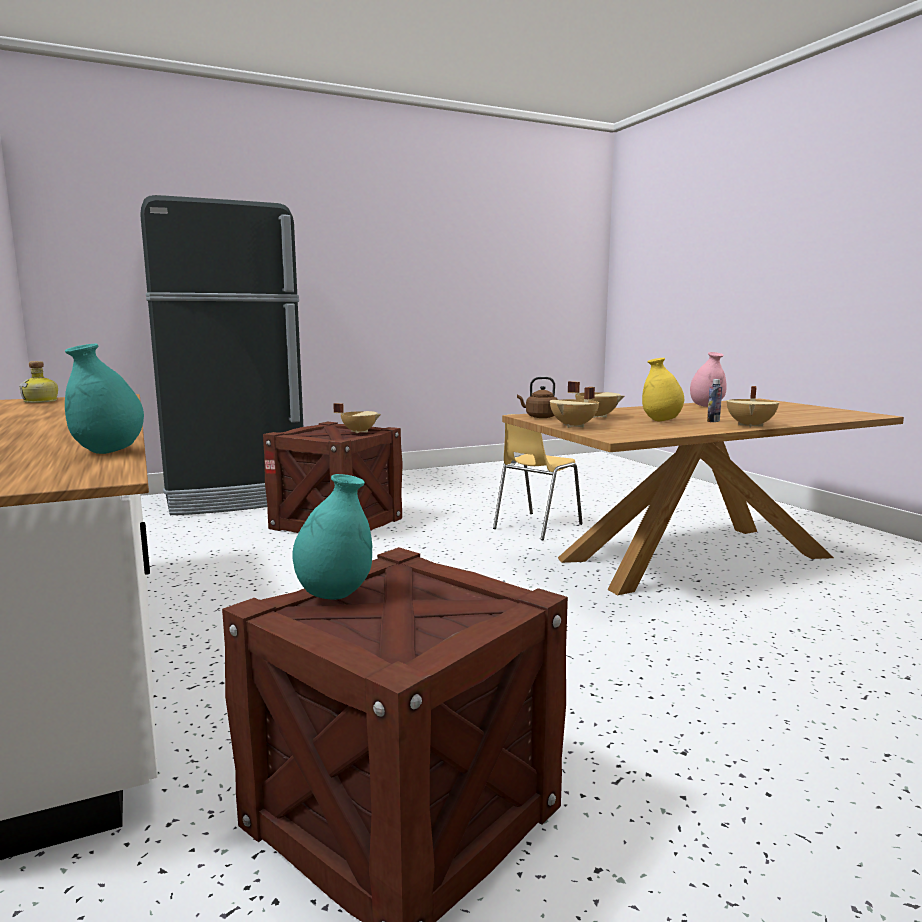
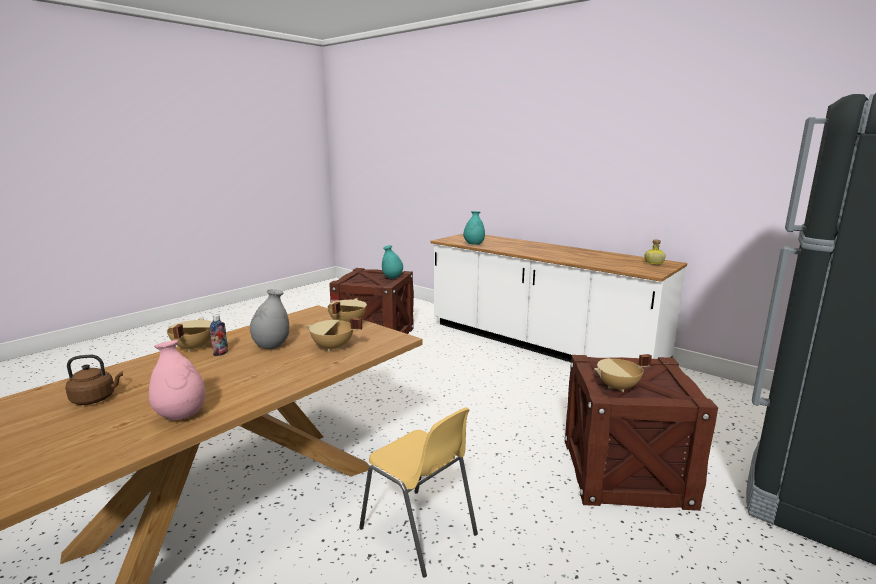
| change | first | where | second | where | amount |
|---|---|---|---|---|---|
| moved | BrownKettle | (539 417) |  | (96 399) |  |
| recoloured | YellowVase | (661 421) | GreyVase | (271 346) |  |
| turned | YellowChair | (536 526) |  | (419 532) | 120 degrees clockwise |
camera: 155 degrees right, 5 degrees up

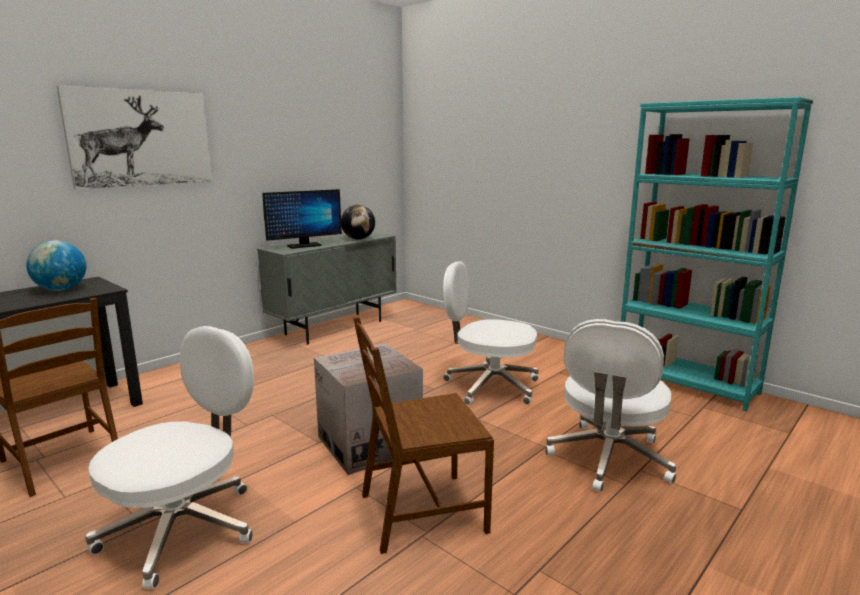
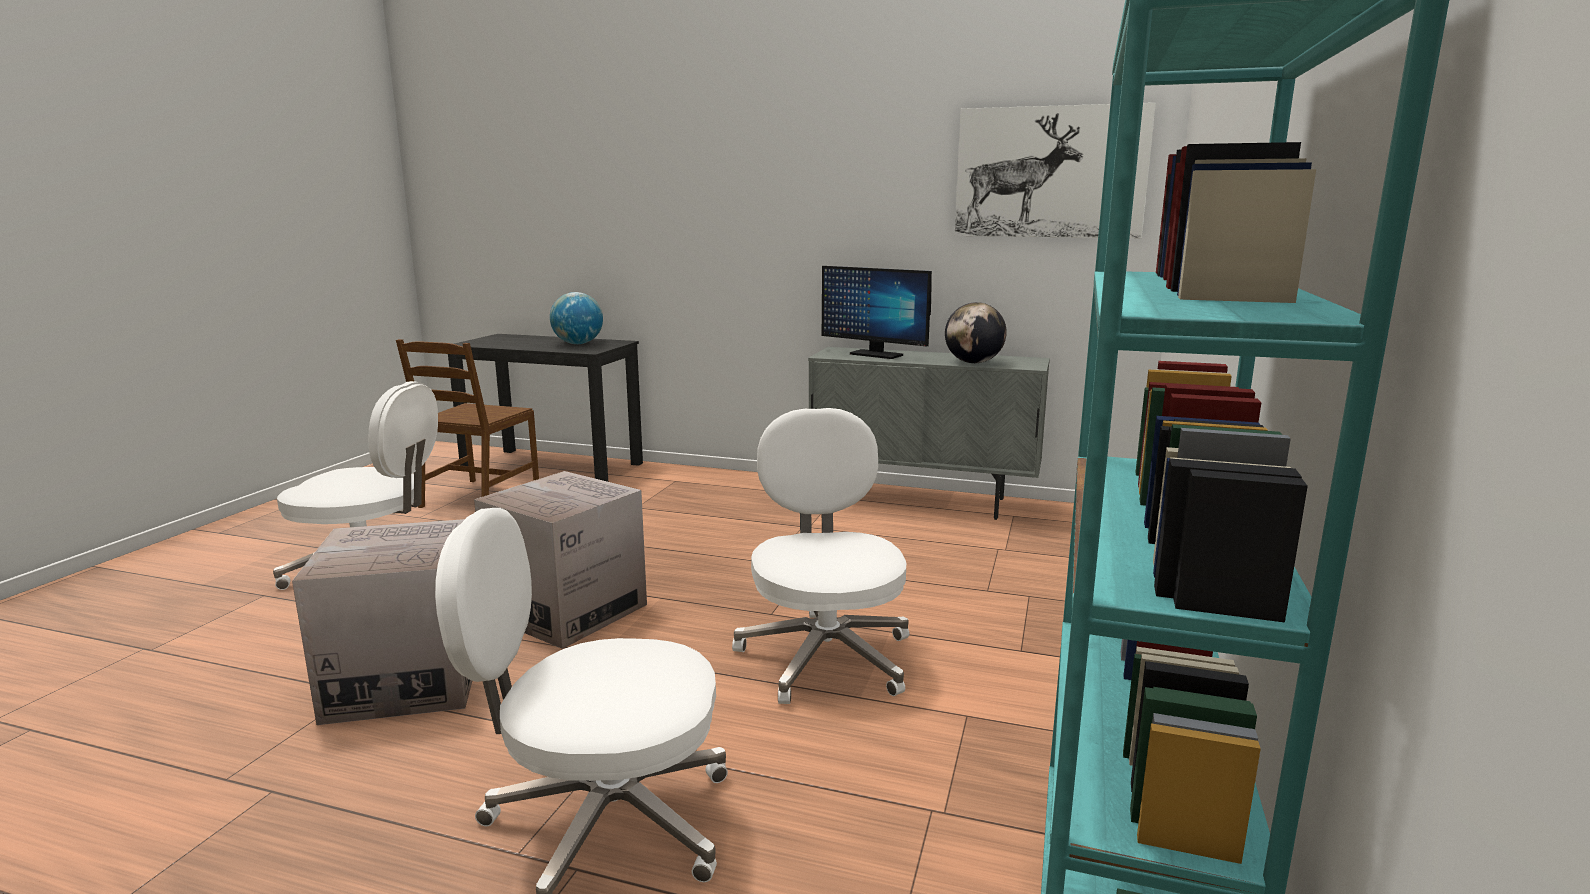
| change | first | where | second | where | amount |
|---|---|---|---|---|---|
| replaced | BrownChair | (421 512) | CardboardBox | (406 680) |  |
| moved | Picture | (141 138) |  | (1050 172) |  |
camera: 65 degrees right, 0 degrees up

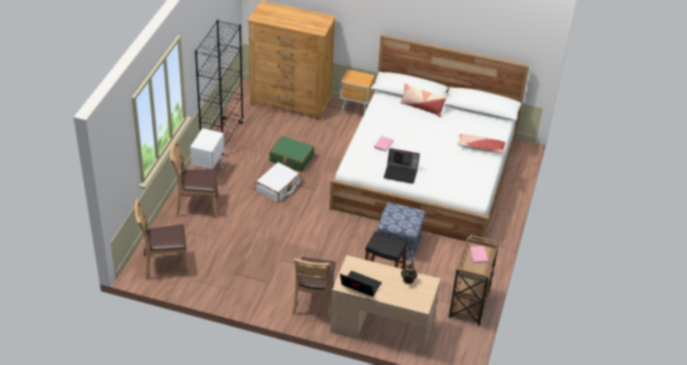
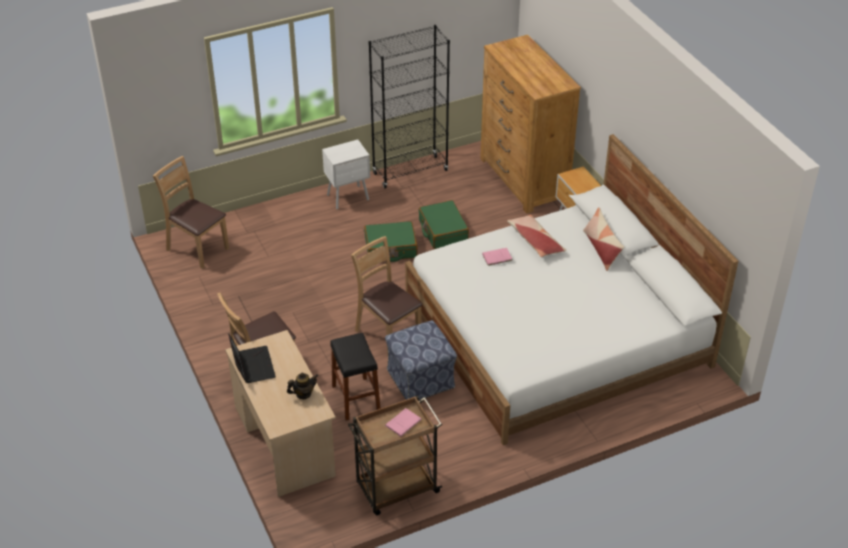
| change | first | where | second | where | amount |
|---|---|---|---|---|---|
| moved | BrownChair | (196 206) |  | (387 333) |  |
| recoloured | WhiteSuitcase | (278 187) | GreenSuitcase | (390 248) |  |
| moved | Pillow | (480 148) |  | (535 241) |  |
| removed | Laptop | (401 173) |  |  |  |
camera: 50 degrees right, 0 degrees up

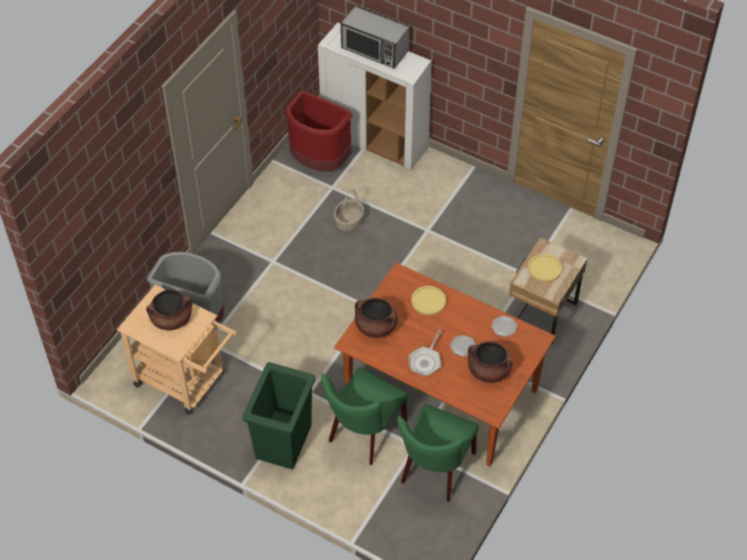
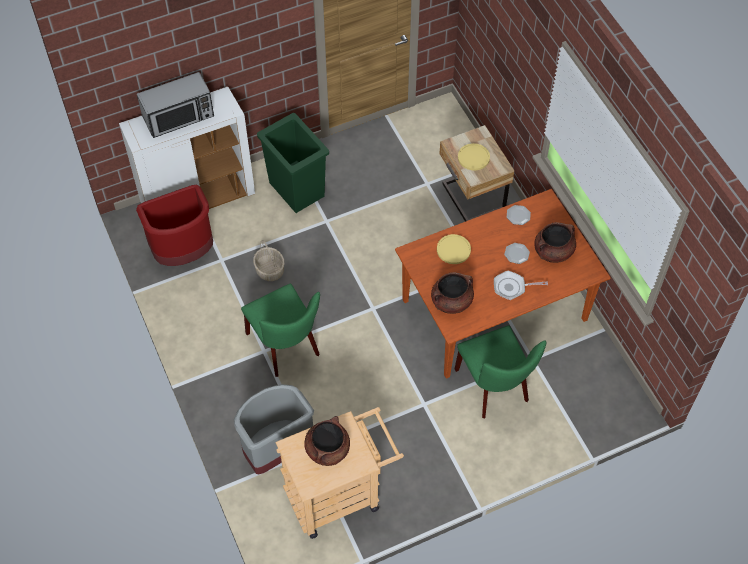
| change | first | where | second | where | amount |
|---|---|---|---|---|---|
| moved | GreenChair | (435 471) |  | (286 347) |  |
| moved | GreenTrashCan | (282 442) |  | (296 190) |  |
| turned | FryingPan | (425 361) |  | (512 287) | 120 degrees clockwise |
camera: 55 degrees left, 5 degrees up

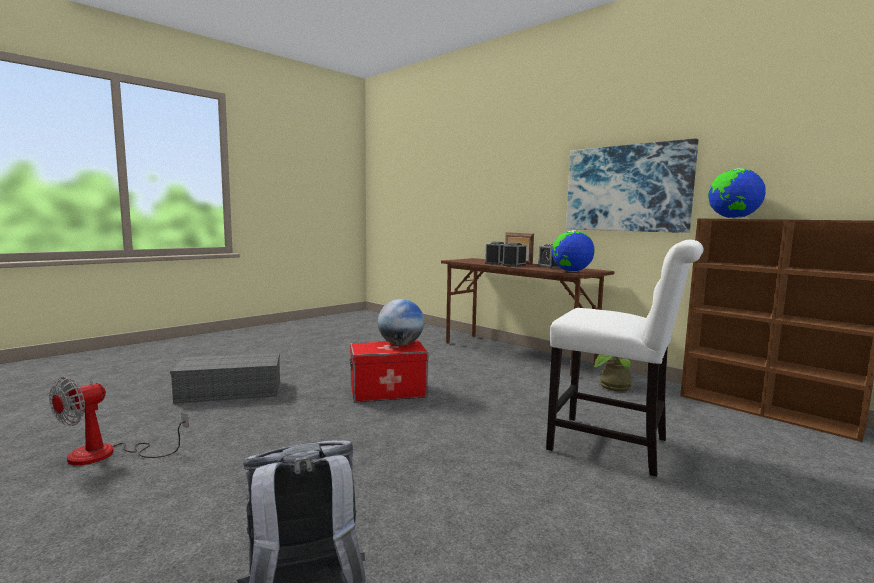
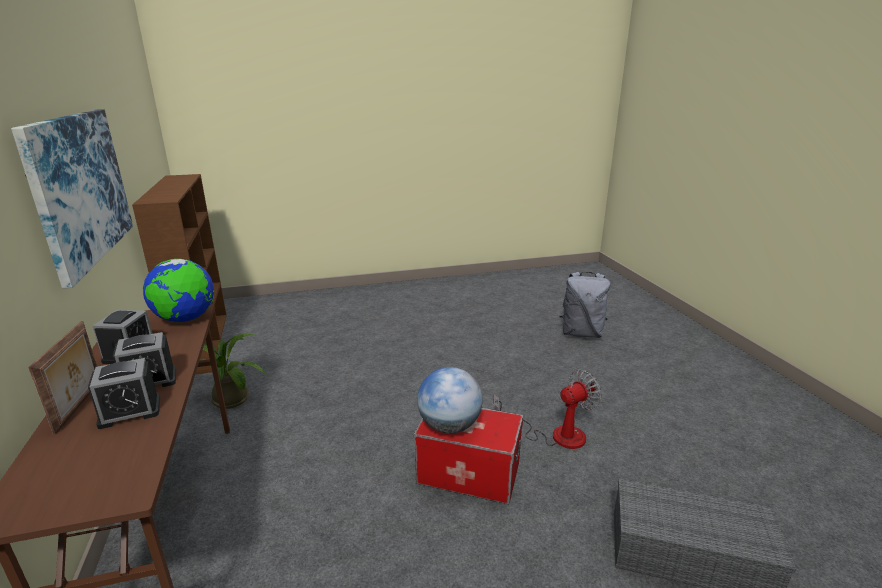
| change | first | where | second | where | amount |
|---|---|---|---|---|---|
| moved | Fan | (107 454) |  | (556 434) |  |
| removed | WhiteChair | (615 446) |  |  |  |
| removed | Globe | (733 218) |  |  |  |
camera: 150 degrees left, 15 degrees up

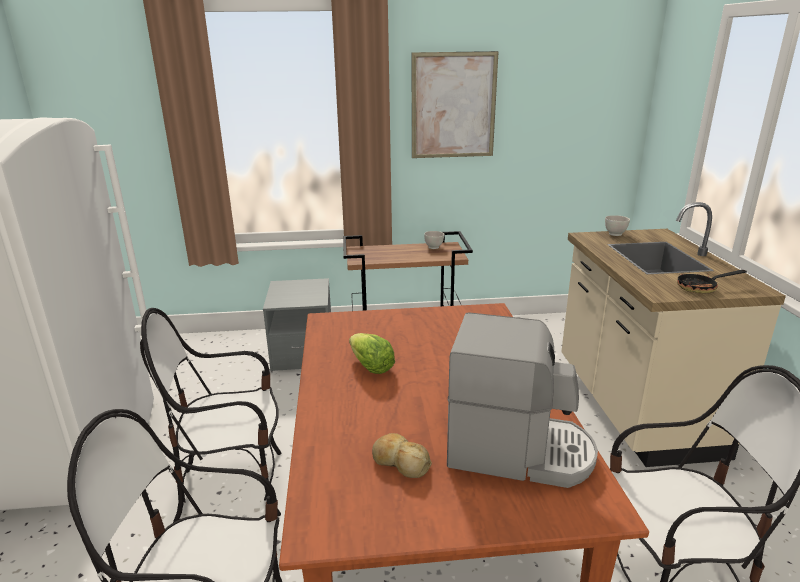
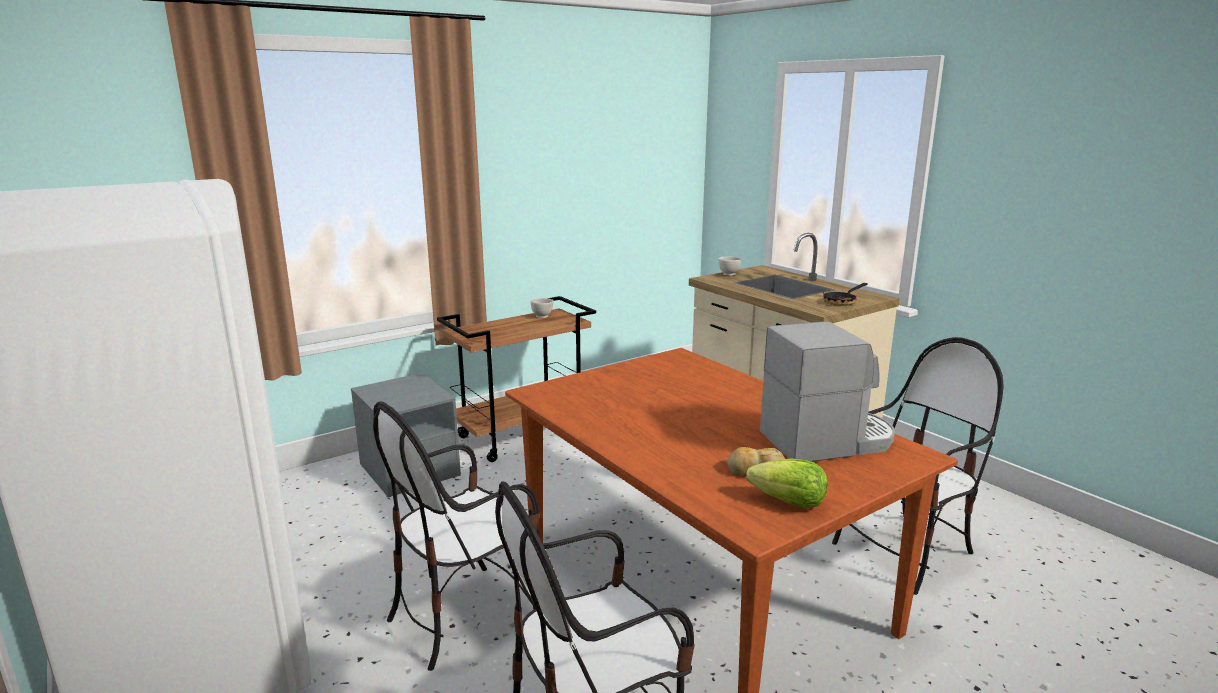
| change | first | where | second | where | amount |
|---|---|---|---|---|---|
| moved | Lettuce | (371 367) |  | (789 503) |  |
| removed | Picture | (453 106) |  |  |  |
camera: 30 degrees left, 5 degrees down

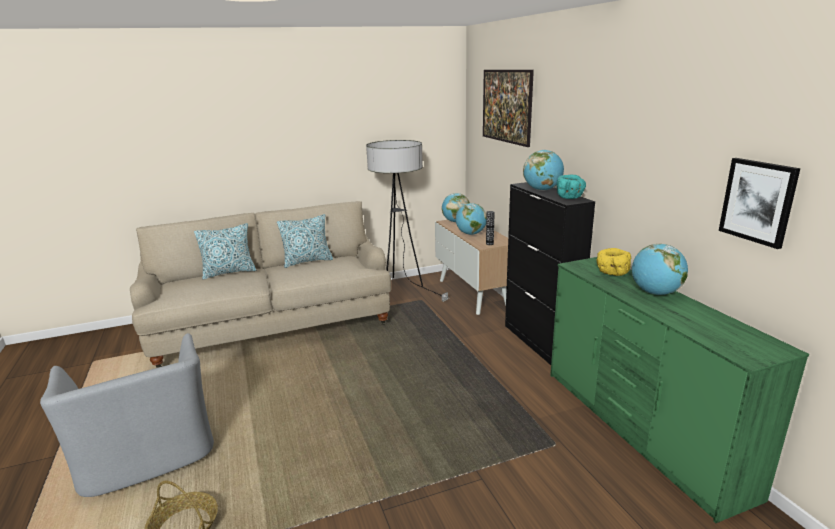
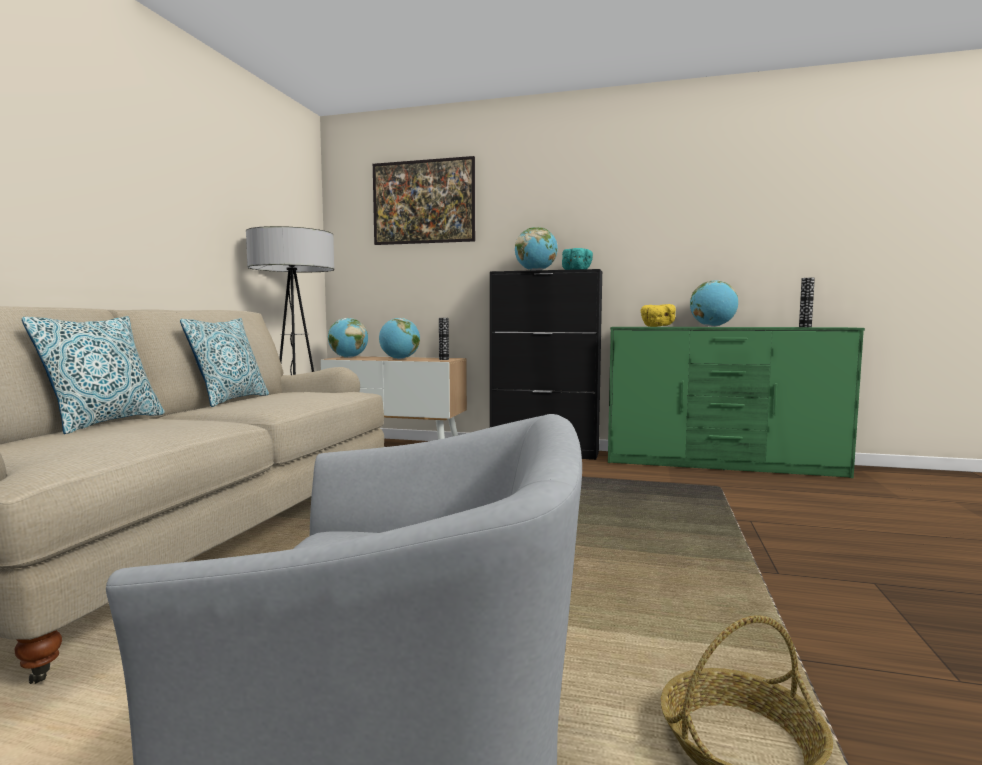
| change | first | where | second | where | amount |
|---|---|---|---|---|---|
| added |  |  | Vase | (805 327) |  |
| removed | Picture | (758 201) |  |  |  |
camera: 55 degrees left, 15 degrees down

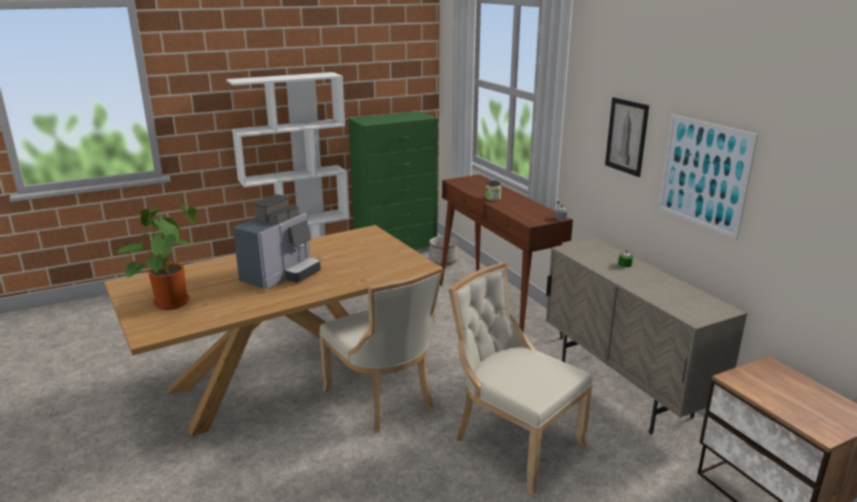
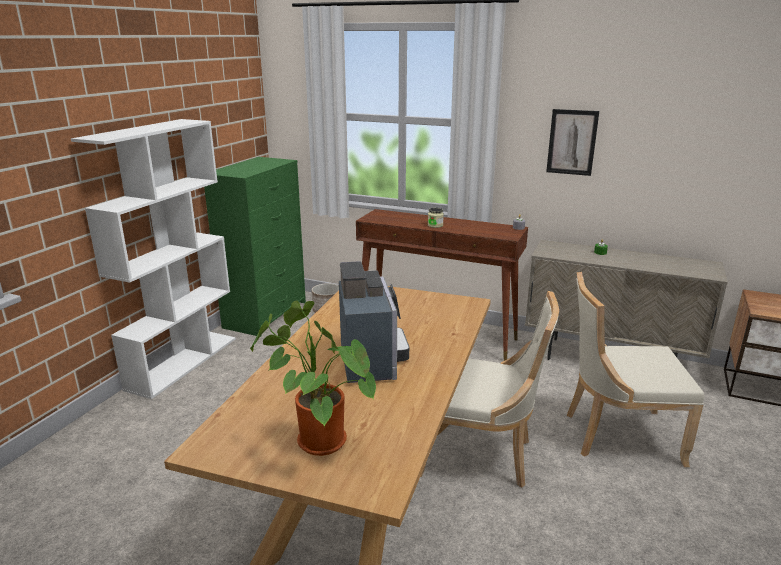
| change | first | where | second | where | amount |
|---|---|---|---|---|---|
| removed | Picture | (703 174) |  |  |  |
camera: 40 degrees left, 0 degrees up

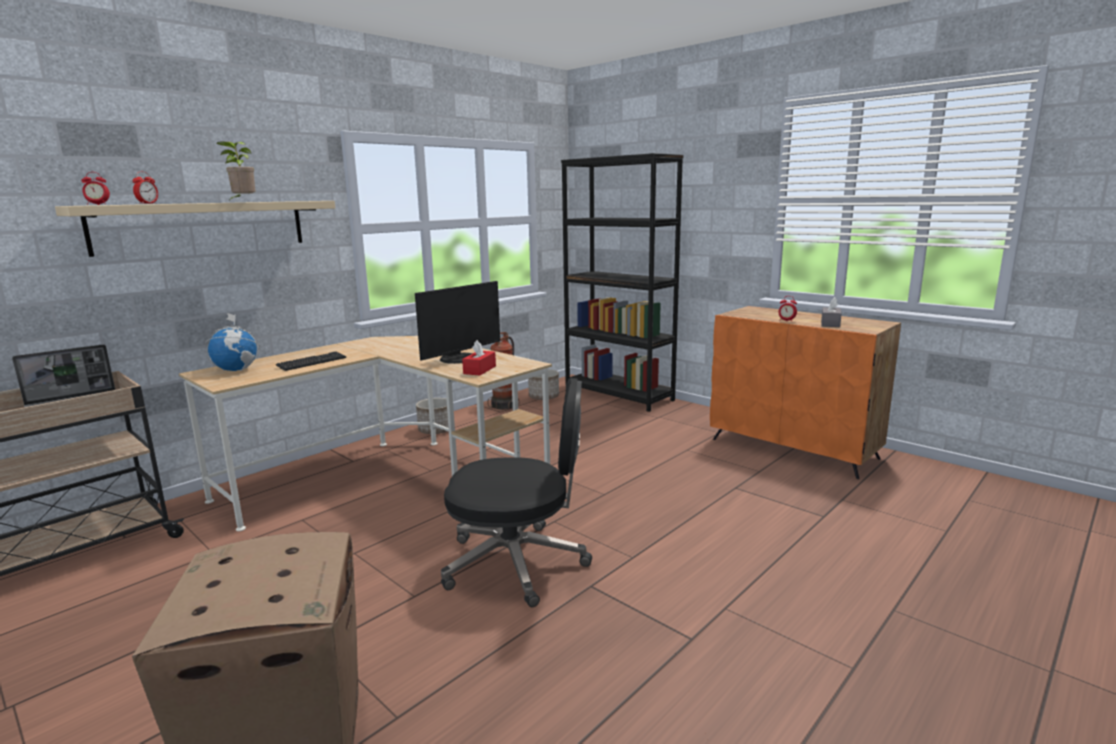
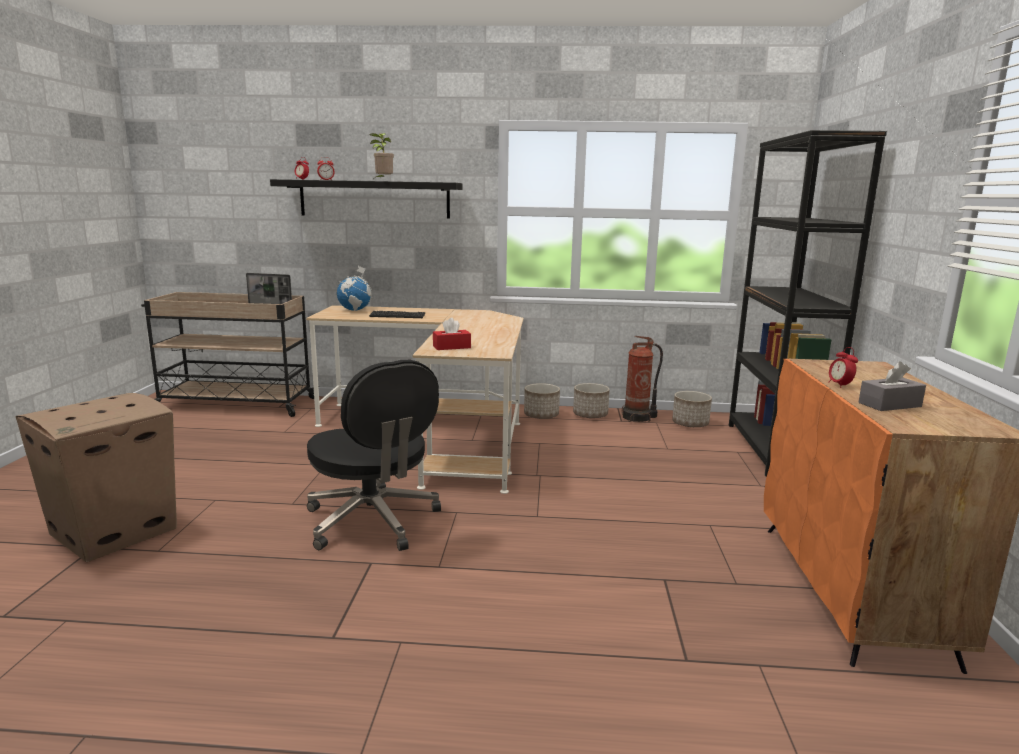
| change | first | where | second | where | amount |
|---|---|---|---|---|---|
| recoloured | BeigeShelf | (203 226) | BlackShelf | (374 199) |  |
| added |  |  | Planter | (590 415) |  |
| removed | Monitor | (460 359) |  |  |  |
camera: 50 degrees right, 0 degrees up

